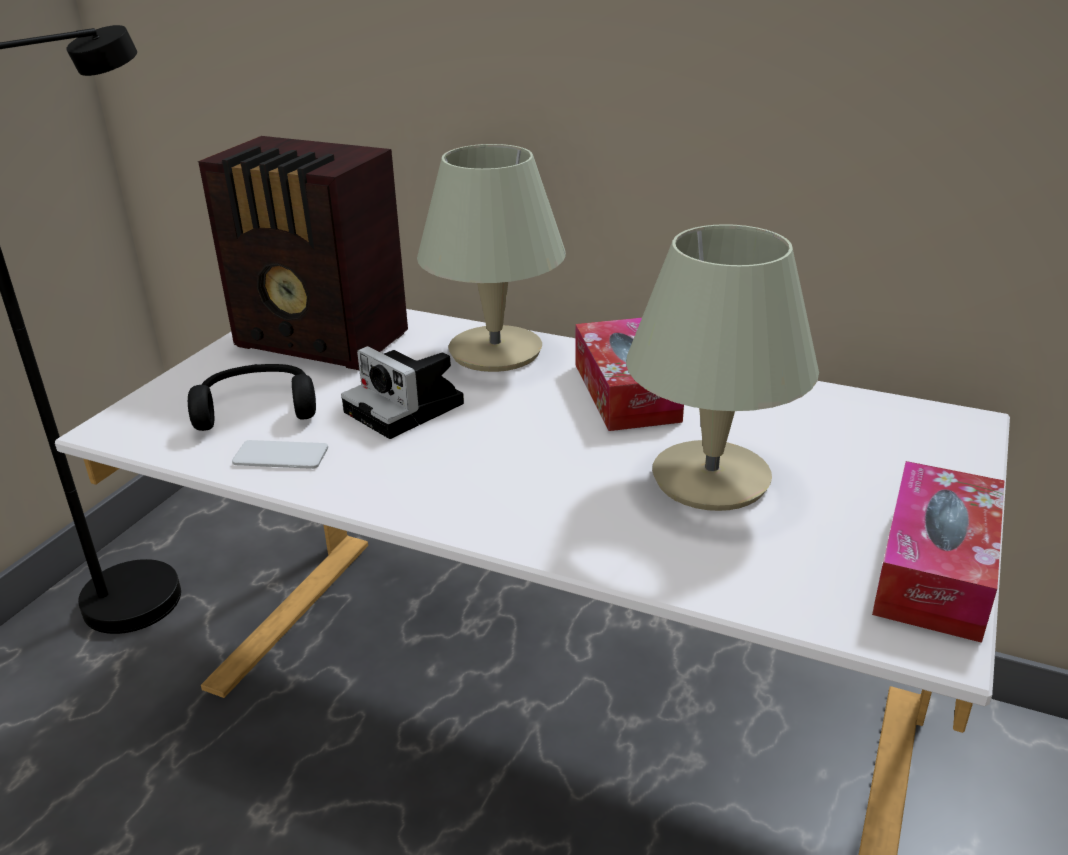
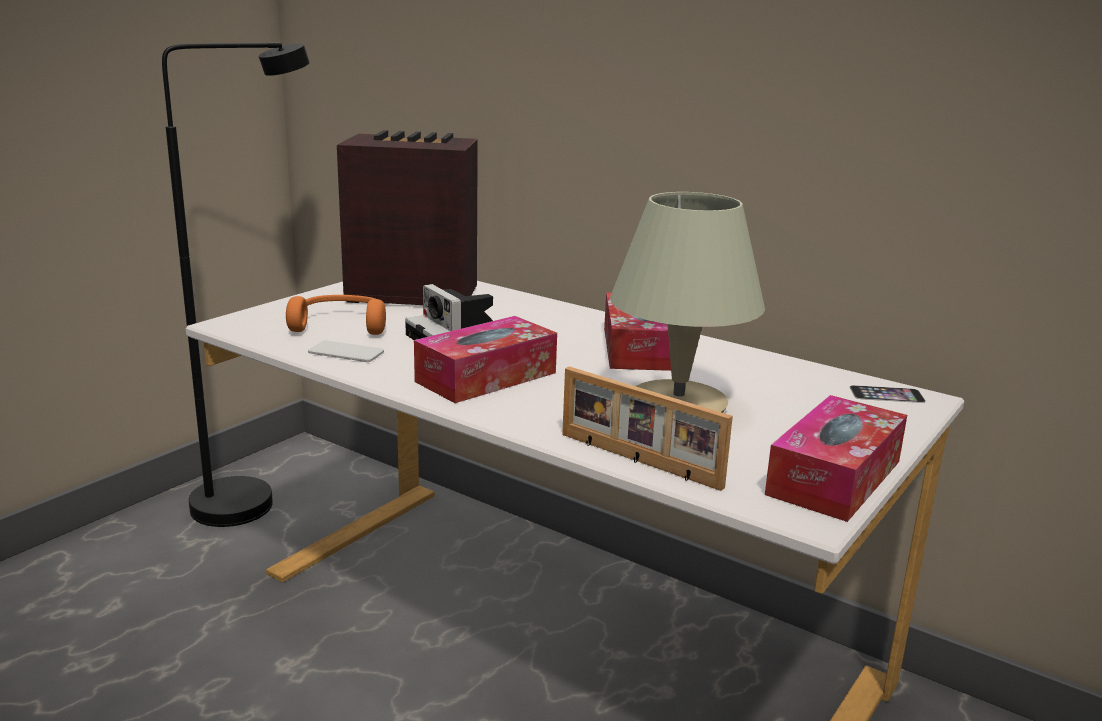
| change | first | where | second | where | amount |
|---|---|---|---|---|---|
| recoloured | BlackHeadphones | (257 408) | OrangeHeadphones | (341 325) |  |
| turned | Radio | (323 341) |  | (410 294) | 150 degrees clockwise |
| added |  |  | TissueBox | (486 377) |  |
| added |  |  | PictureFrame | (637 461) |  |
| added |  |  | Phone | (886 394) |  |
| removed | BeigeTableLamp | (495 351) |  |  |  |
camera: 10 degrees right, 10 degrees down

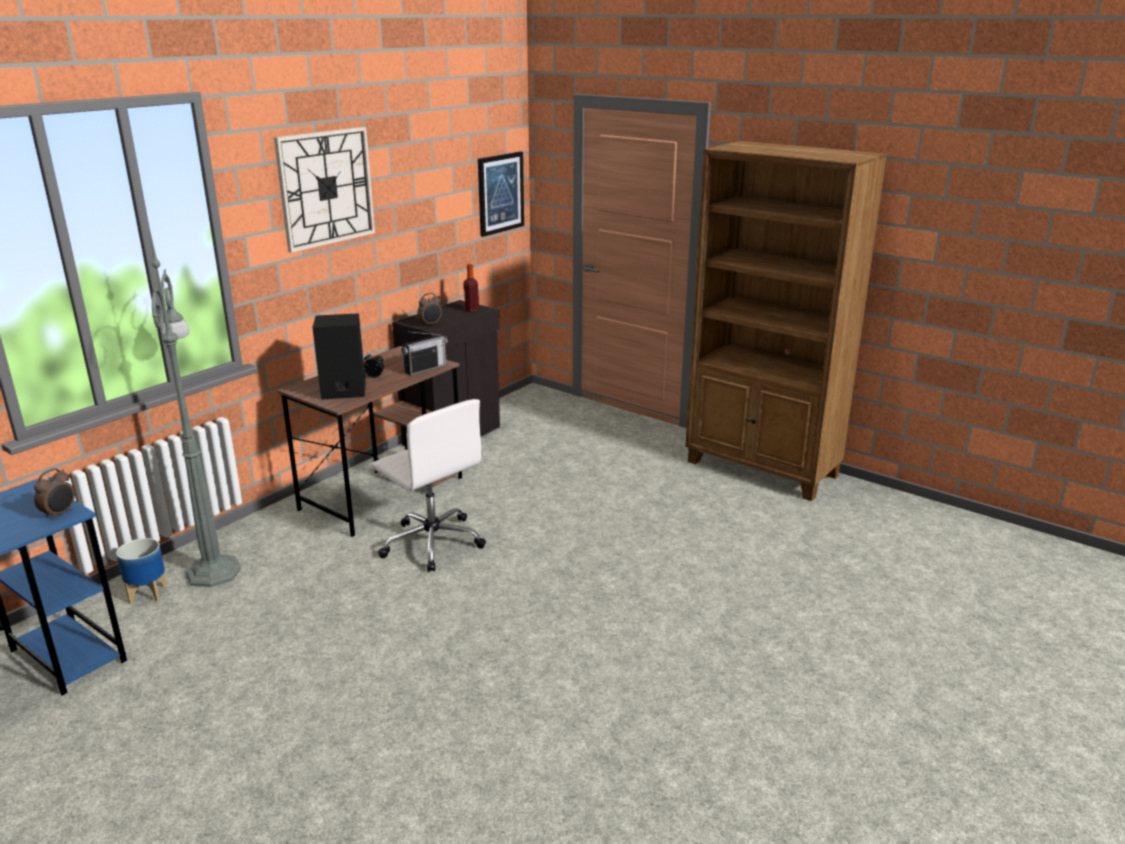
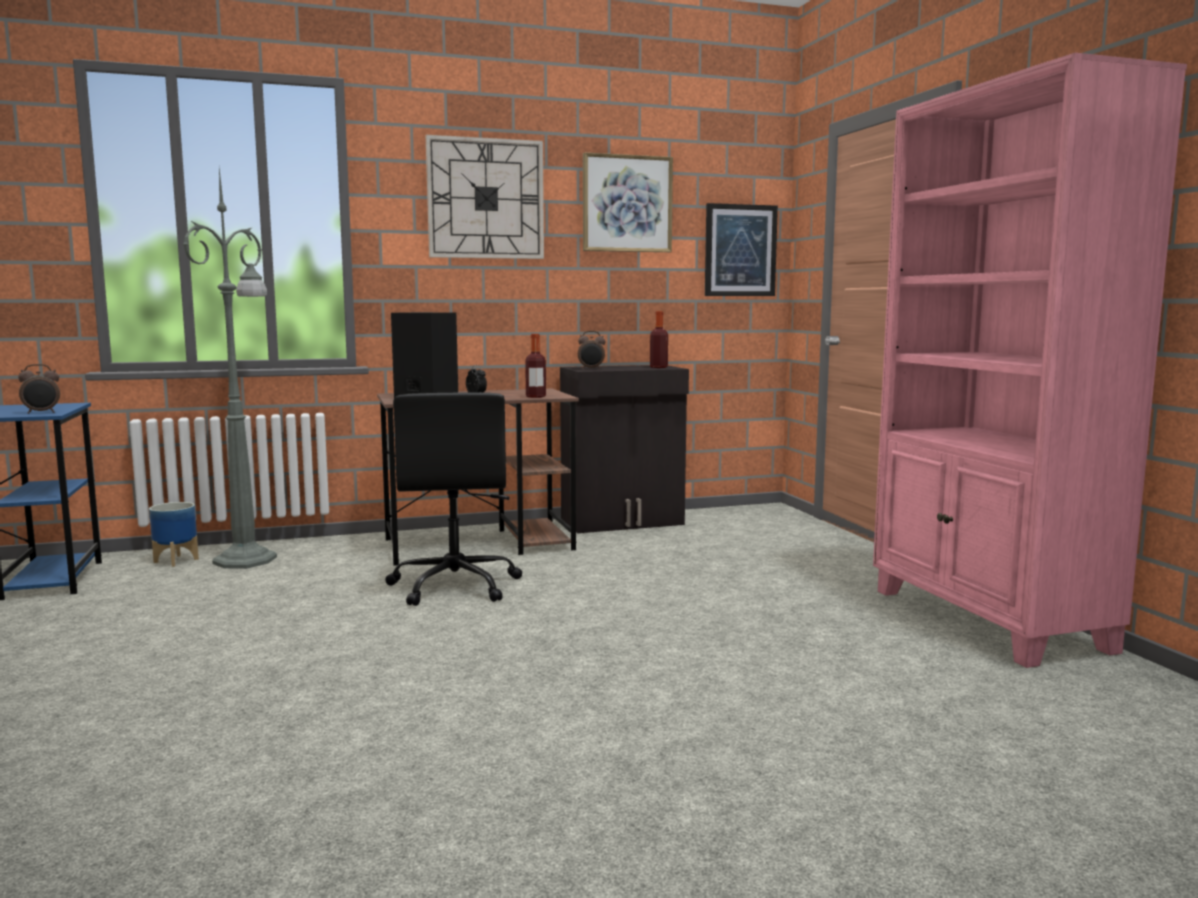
| change | first | where | second | where | amount |
|---|---|---|---|---|---|
| recoloured | WhiteOfficeChair | (432 542) | BlackOfficeChair | (455 586) |  |
| replaced | Radio | (425 369) | Bottle | (536 397) |  |
| added |  |  | Picture | (627 204) |  |
| recoloured | BrownBookcase | (762 469) | PinkBookcase | (987 620) |  |
camera: 35 degrees right, 15 degrees down

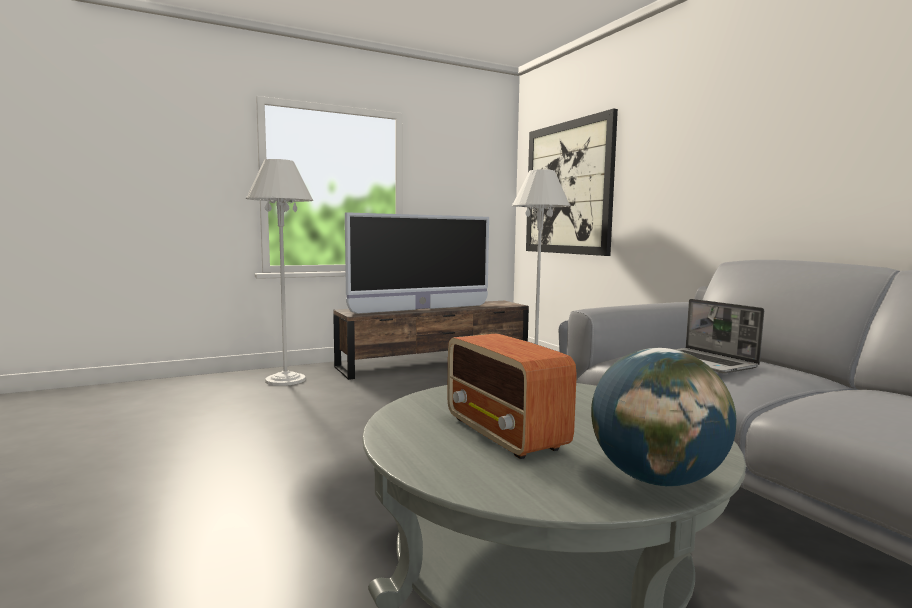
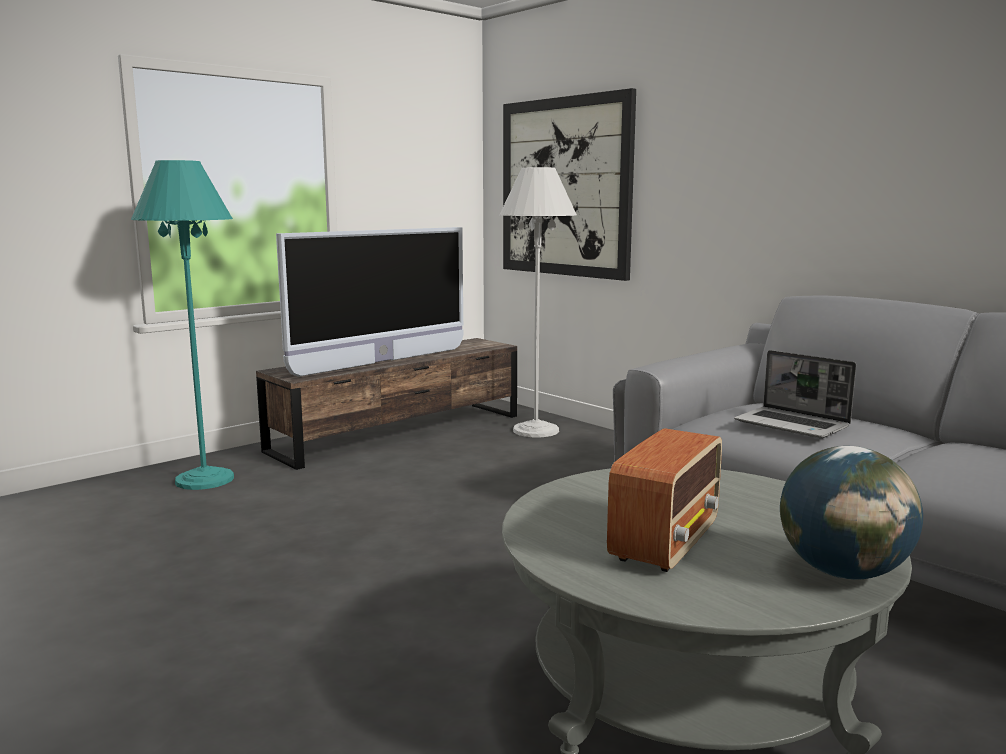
| change | first | where | second | where | amount |
|---|---|---|---|---|---|
| recoloured | WhiteFloorLamp | (285 380) | TurquoiseFloorLamp | (204 479) |  |
| turned | Radio | (505 434) |  | (666 541) | 105 degrees counterclockwise |
camera: 15 degrees left, 5 degrees up

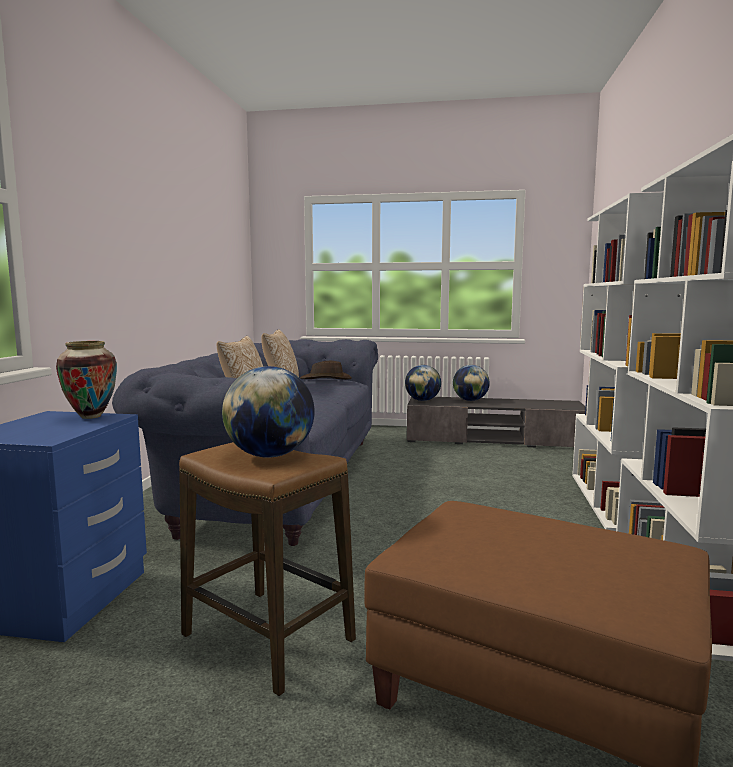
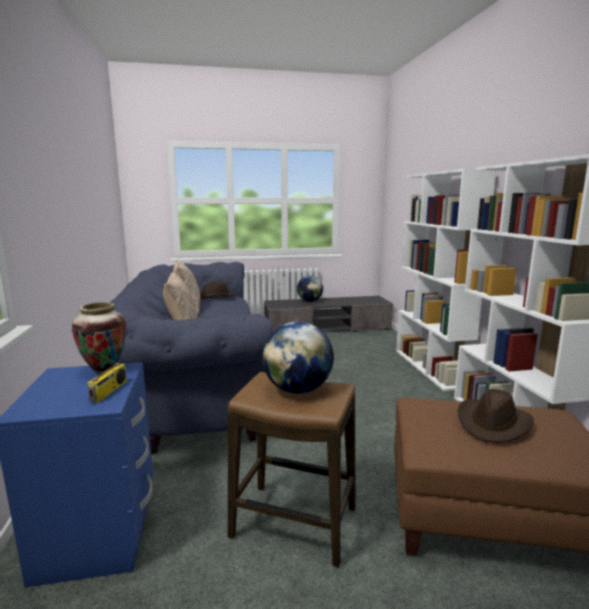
| change | first | where | second | where | amount |
|---|---|---|---|---|---|
| added |  |  | Radio | (109 391) |  |
| added |  |  | BrownHat | (493 423) |  |
| removed | Globe | (422 400) |  |  |  |
camera: 20 degrees left, 5 degrees up

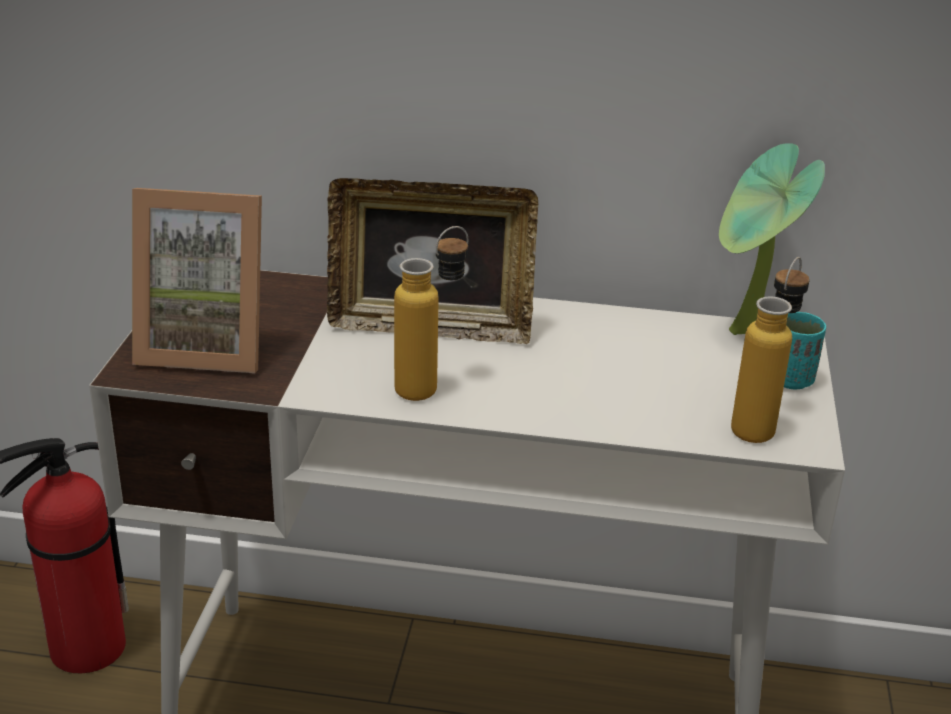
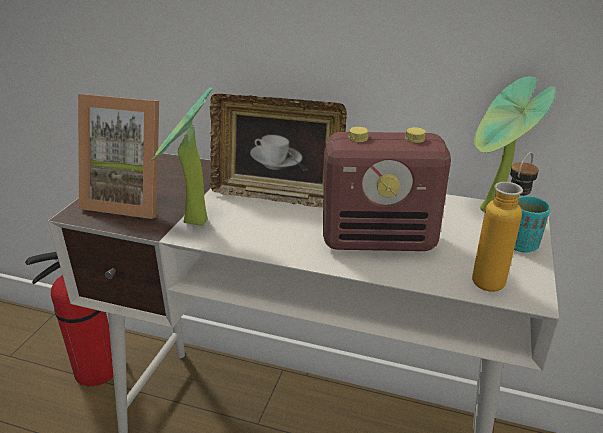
| change | first | where | second | where | amount |
|---|---|---|---|---|---|
| added |  |  | PottedPlant | (192 224) |  |
| added |  |  | Radio | (380 240) |  |
| removed | Bottle | (431 386) |  |  |  |
camera: 10 degrees right, 0 degrees up

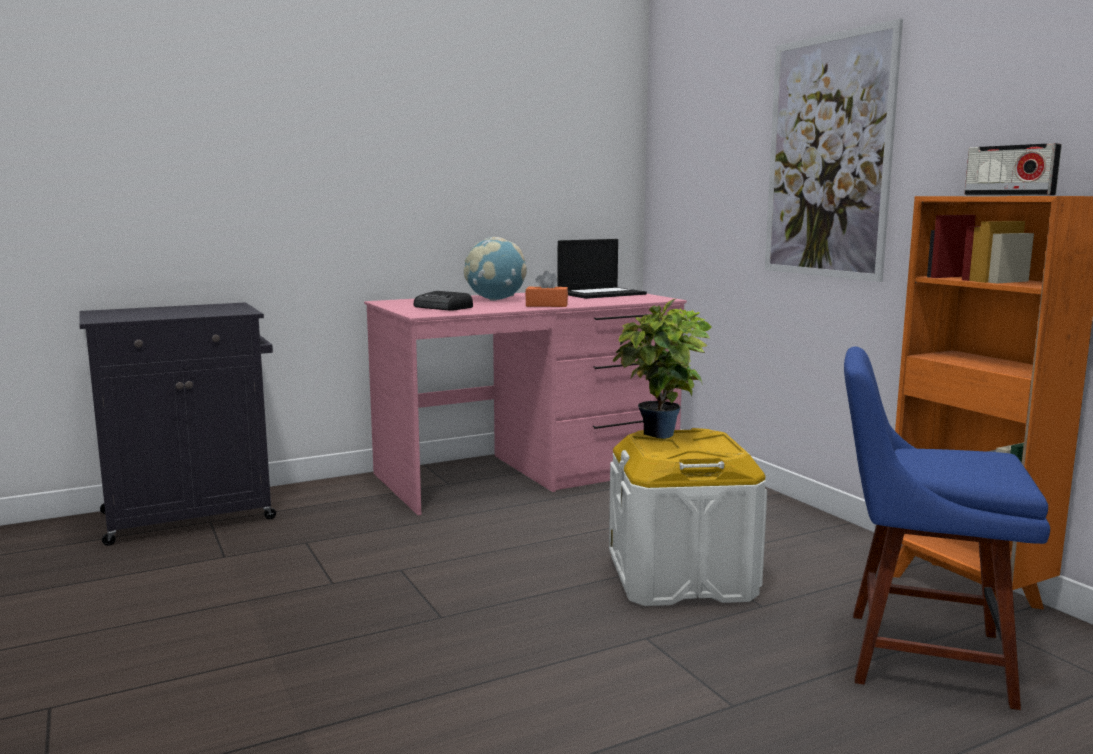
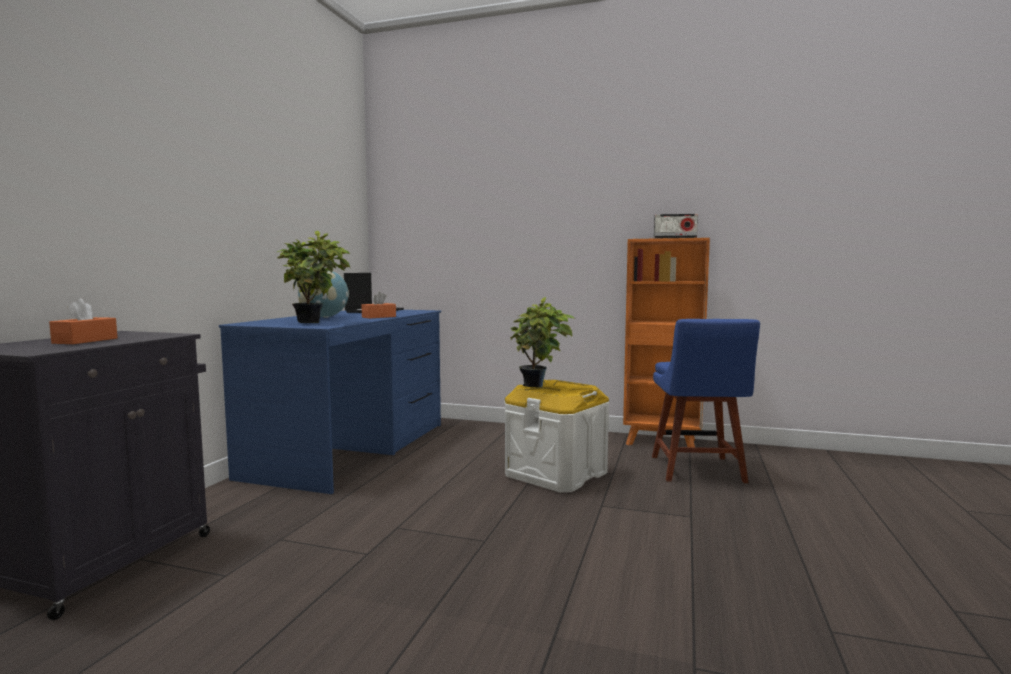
| change | first | where | second | where | amount |
|---|---|---|---|---|---|
| added |  |  | OrangeTissueBox | (85 341) |  |
| recoloured | PinkDesk | (528 472) | BlueDesk | (352 449) |  |
| replaced | Radio | (443 307) | PottedPlant | (315 322) |  |
| turned | BlueChair | (916 655) |  | (698 471) | 60 degrees counterclockwise |
| removed | Picture | (827 157) |  |  |  |
camera: 45 degrees left, 5 degrees down

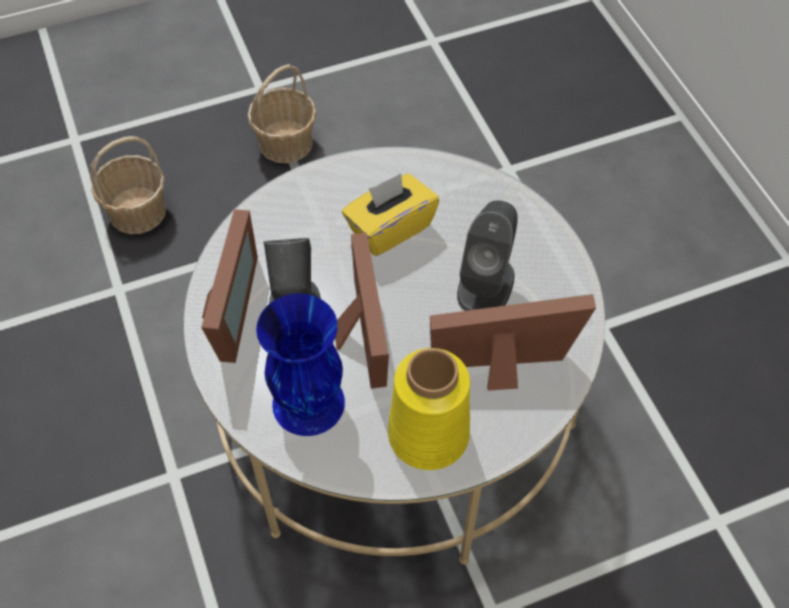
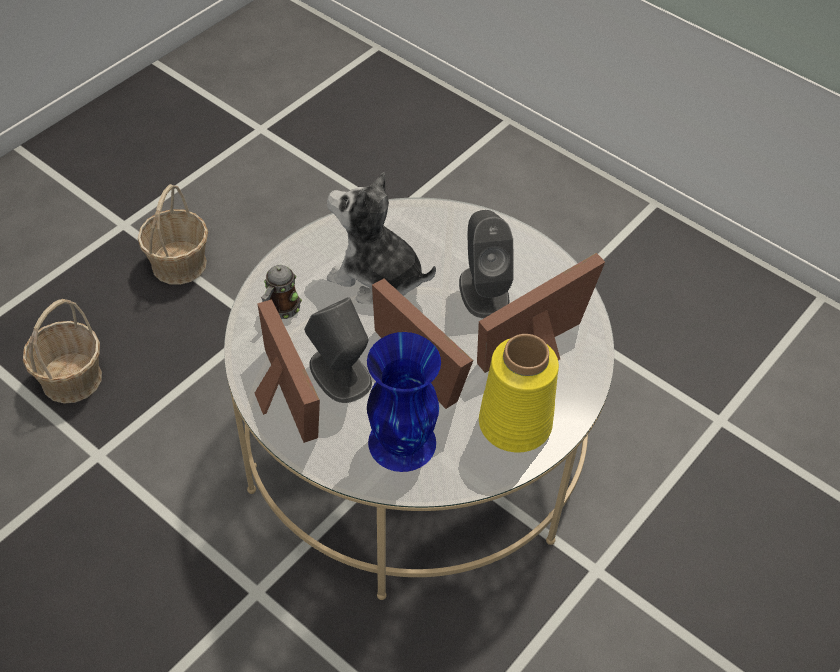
| change | first | where | second | where | amount |
|---|---|---|---|---|---|
| added |  |  | Mug | (280 310) |  |
| replaced | YellowTissueBox | (390 228) | PlushToy | (376 278) |  |
camera: 30 degrees left, 5 degrees down

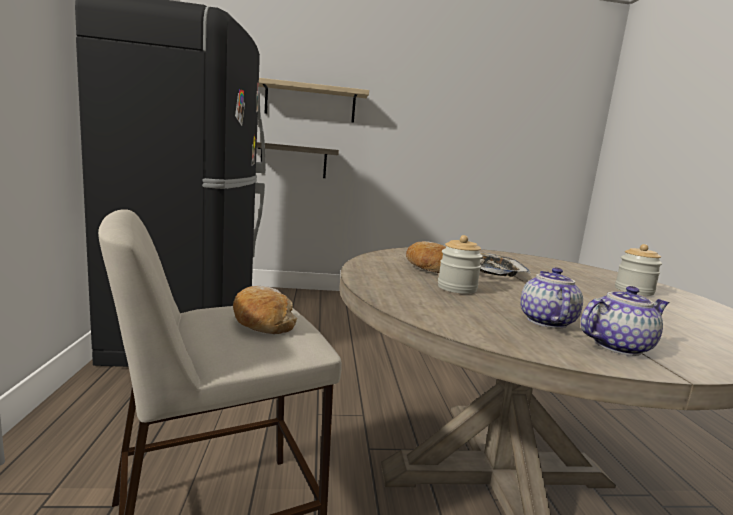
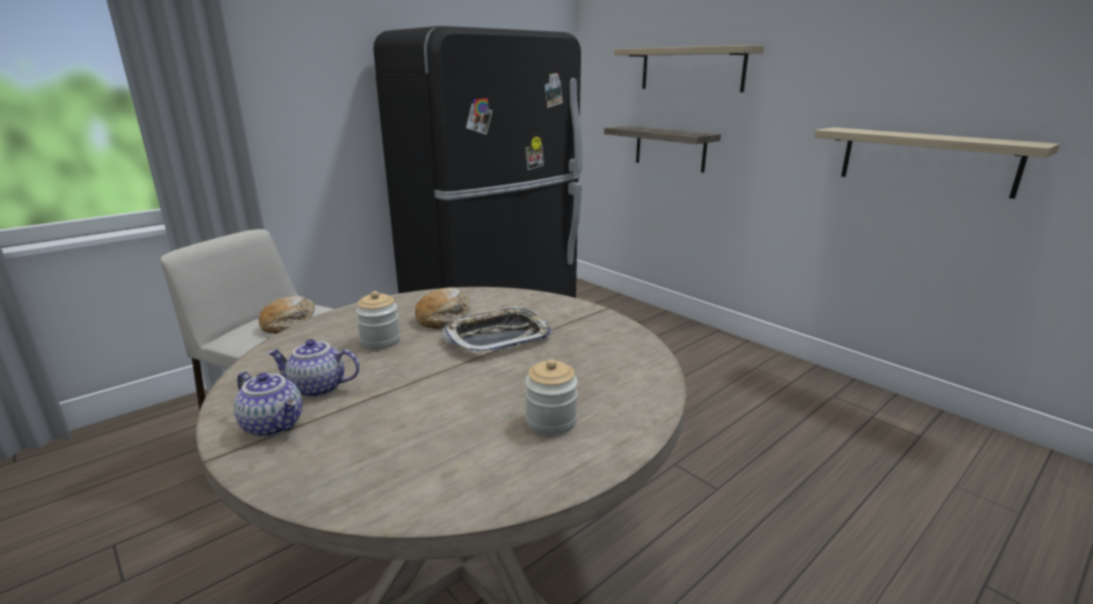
| change | first | where | second | where | amount |
|---|---|---|---|---|---|
| turned | Teapot | (545 321) |  | (317 389) | 150 degrees counterclockwise |
| added |  |  | Shelf | (926 160) |  |
camera: 55 degrees right, 10 degrees up

